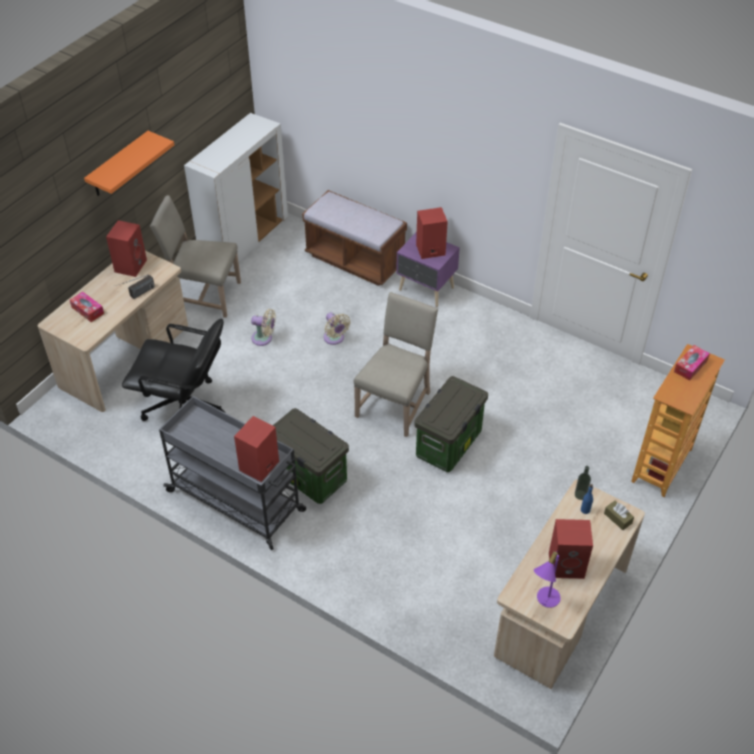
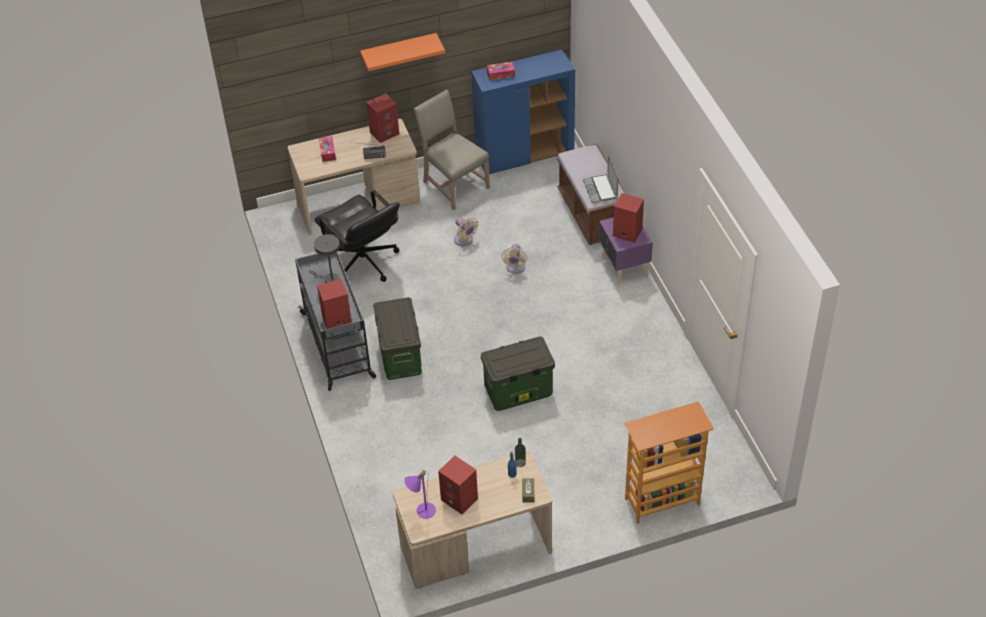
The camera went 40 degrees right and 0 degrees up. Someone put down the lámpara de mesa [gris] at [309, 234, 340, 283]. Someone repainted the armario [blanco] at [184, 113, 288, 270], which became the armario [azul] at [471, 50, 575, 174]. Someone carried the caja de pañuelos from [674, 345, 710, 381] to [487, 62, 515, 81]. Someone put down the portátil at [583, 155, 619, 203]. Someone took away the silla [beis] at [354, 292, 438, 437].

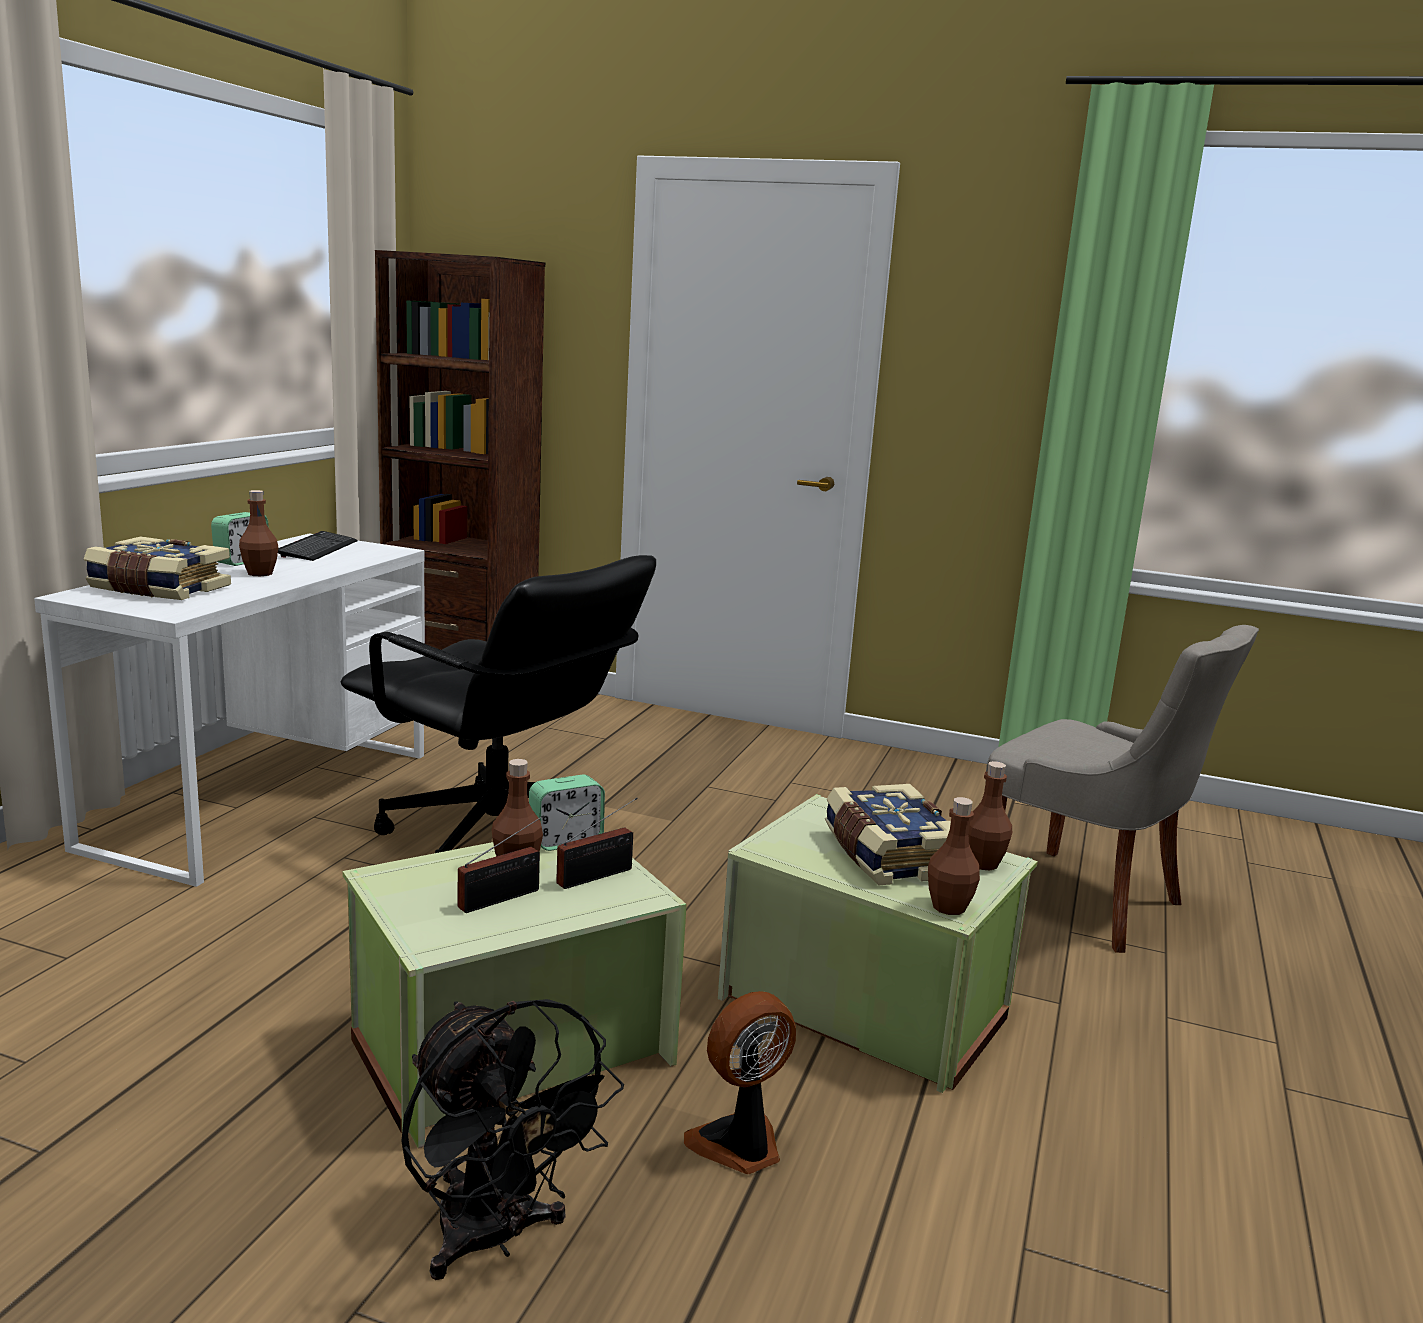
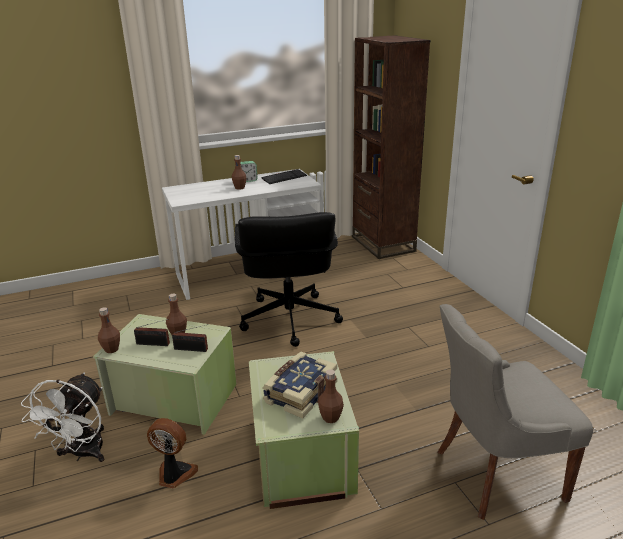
The camera went 50 degrees right and 10 degrees up. Someone repainted the ventilador [negro] at [401, 999, 624, 1280], which became the ventilador [blanco] at [21, 373, 104, 462]. Someone carried the botella [marrón] from [928, 797, 980, 915] to [98, 307, 120, 353]. Someone rotated the silla [gris] at [986, 625, 1259, 953] by 75 degrees clockwise. Someone took away the libro at [84, 536, 231, 600]. Someone took away the despertador at [529, 775, 605, 851].

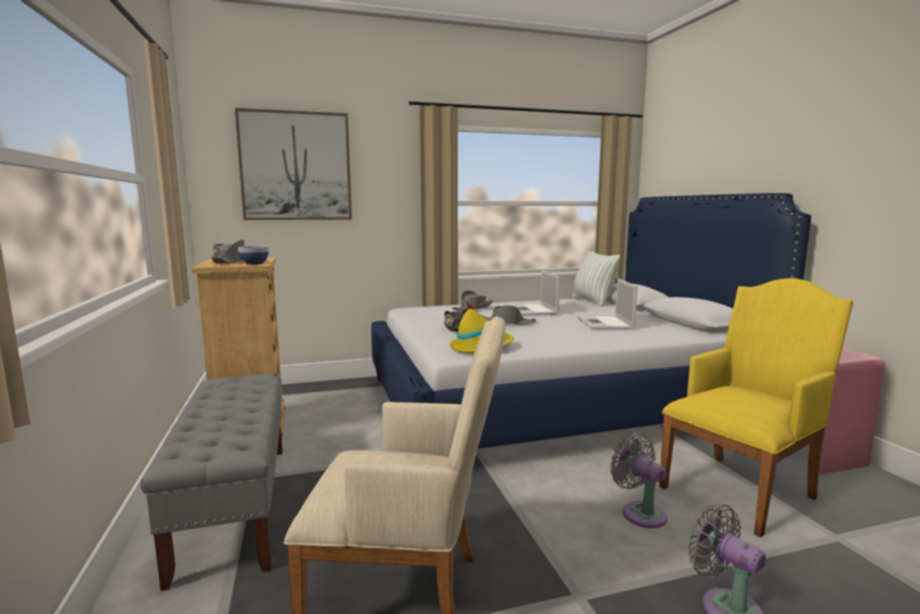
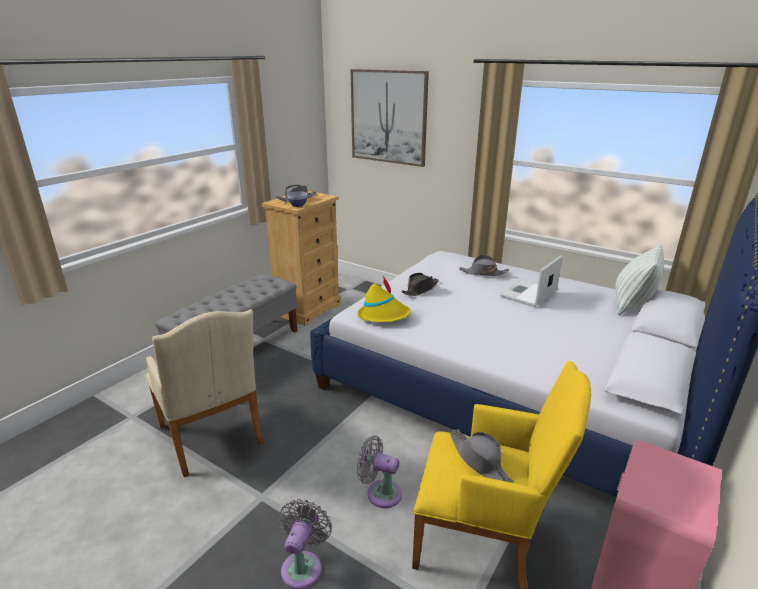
The camera went 50 degrees right and 15 degrees up. Someone rotated the ventilador [gris] at [610, 434, 667, 528] by 90 degrees counterclockwise. Someone carried the sombrero [gris] from [481, 306, 536, 325] to [450, 429, 514, 483]. Someone took away the portátil at [578, 278, 638, 330].

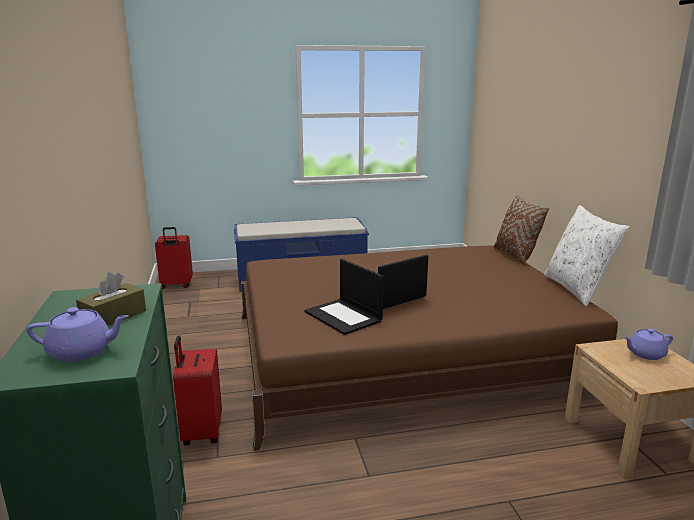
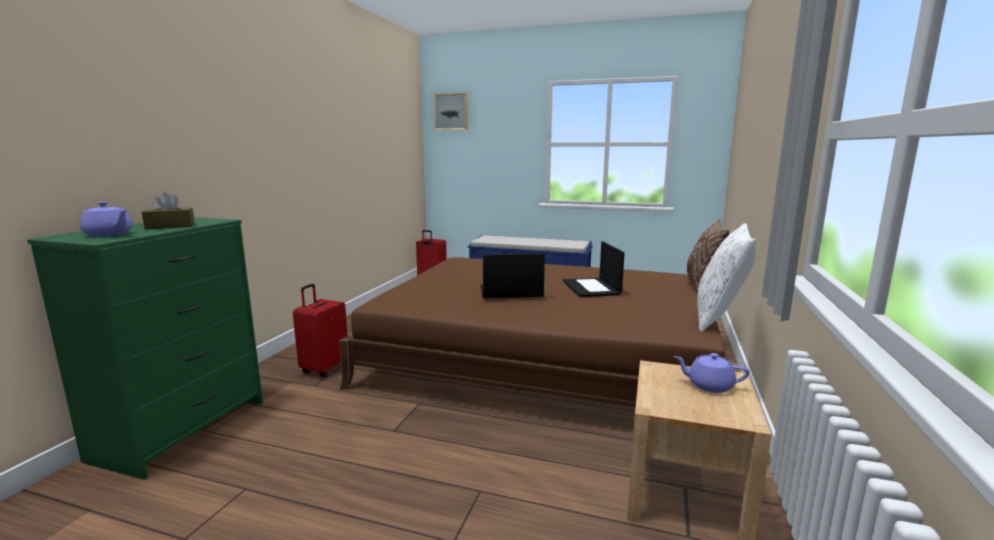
The camera went 30 degrees right and 5 degrees down. Someone put up the cuadro at [434, 93, 468, 130]. Someone carried the portátil from [305, 259, 384, 335] to [563, 241, 625, 297].

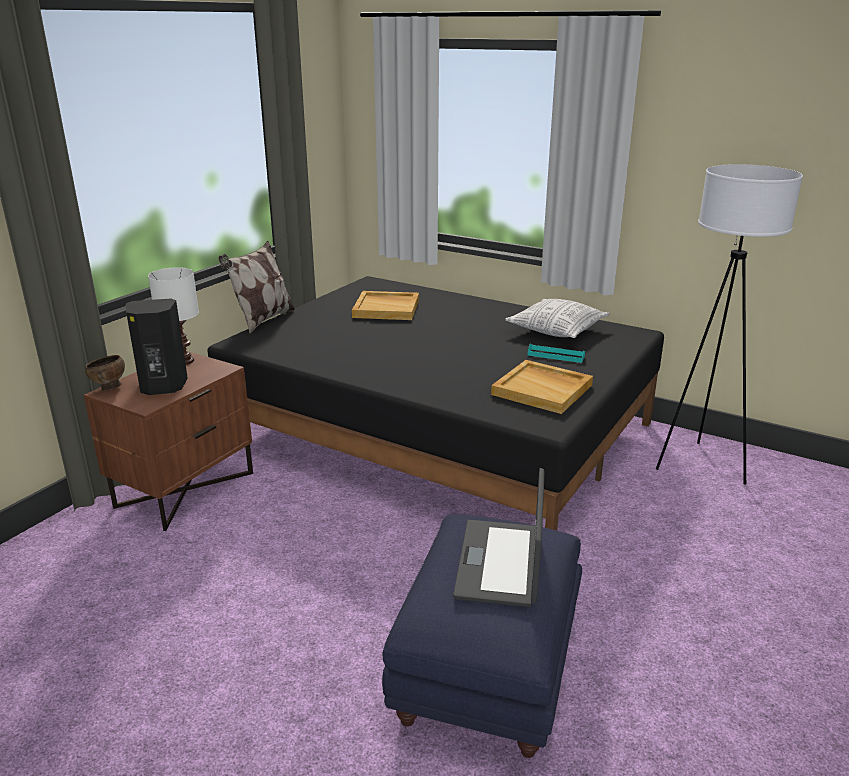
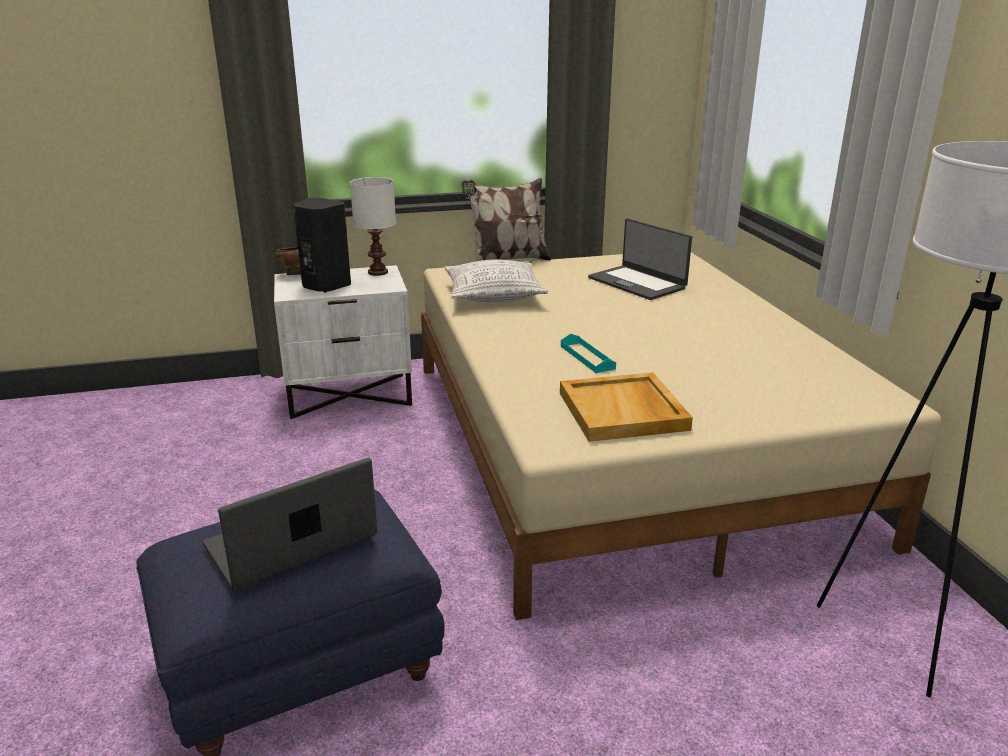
The camera went 45 degrees right and 0 degrees up. Someone repainted the mesita de noche [marrón] at [84, 351, 253, 531], which became the mesita de noche [blanco] at [274, 265, 412, 419]. Someone repainted the cama [negro] at [208, 276, 664, 530], which became the cama [beis] at [421, 252, 942, 620]. Someone carried the cojín from [505, 299, 610, 338] to [445, 259, 548, 302]. Someone carried the bandeja [turquesa] from [527, 344, 585, 363] to [561, 334, 616, 373]. Someone swapped the bandeja [beis] at [352, 291, 419, 320] for the portátil at [588, 218, 692, 300].

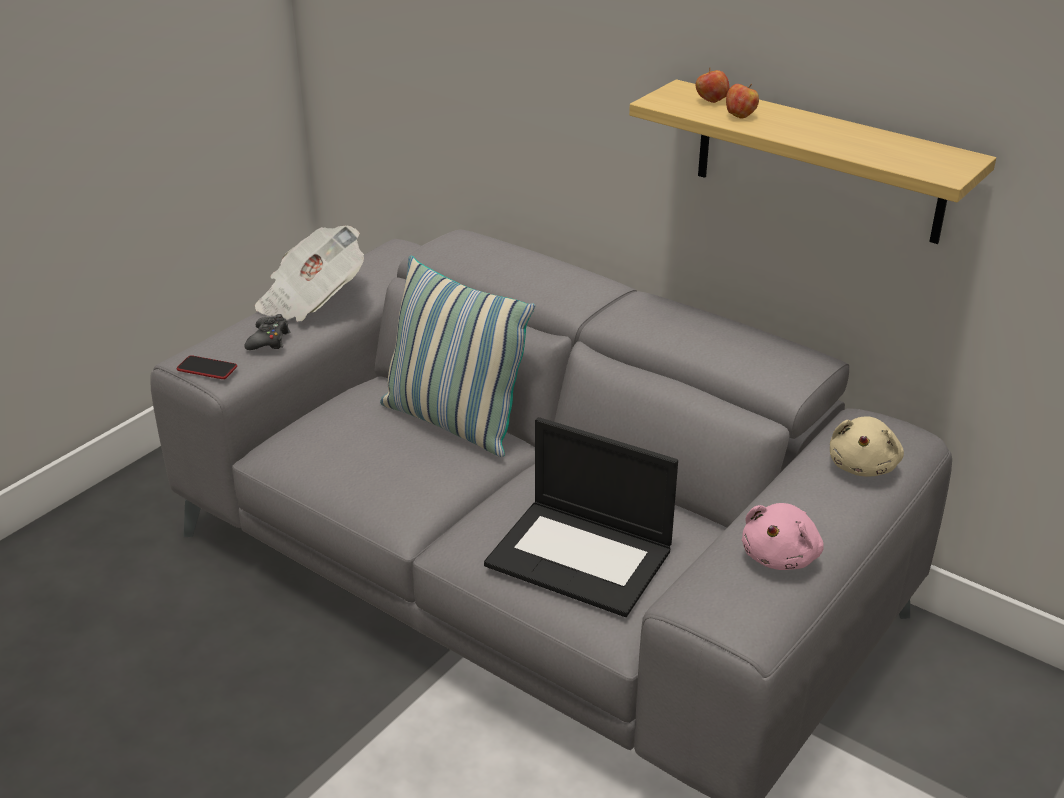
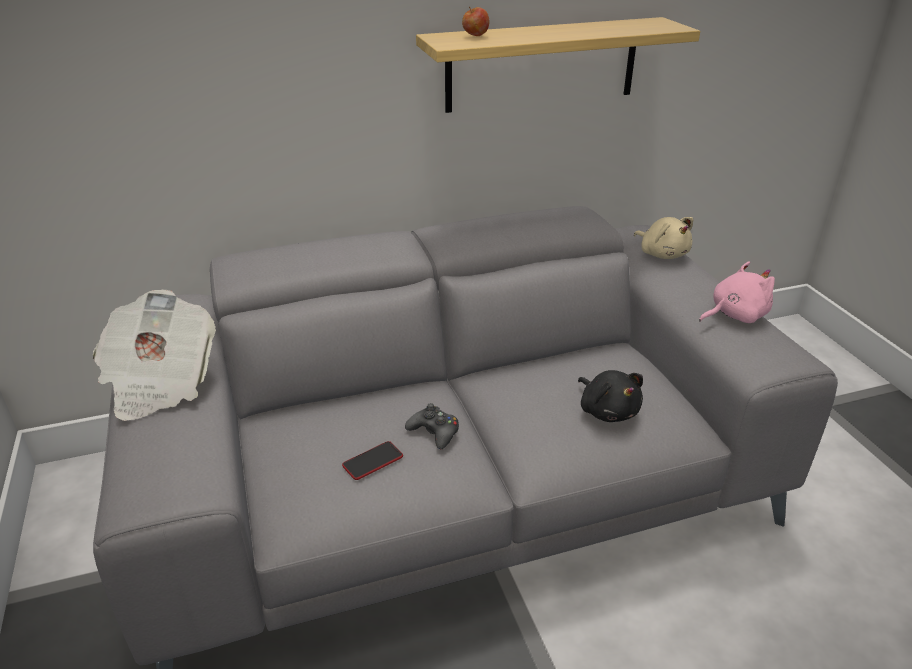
The camera went 55 degrees left and 0 degrees up. Someone carried the móvil from [177, 355, 237, 379] to [342, 441, 403, 480]. Someone carried the mando de consola [negro] from [244, 314, 290, 350] to [405, 403, 459, 449]. Someone swapped the portátil at [484, 417, 678, 617] for the peluche [negro] at [578, 370, 643, 422]. Someone rotated the peluche [rosa] at [742, 503, 824, 570] by 90 degrees counterclockwise. Someone took away the cojín at [380, 256, 535, 457]. Someone took away the manzana at [726, 84, 759, 119].

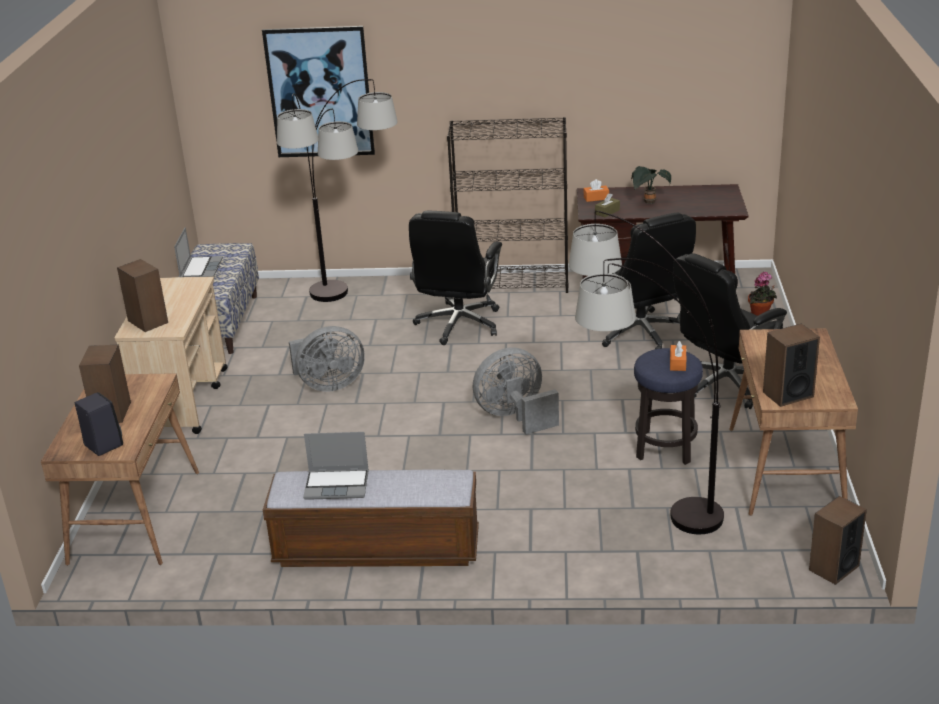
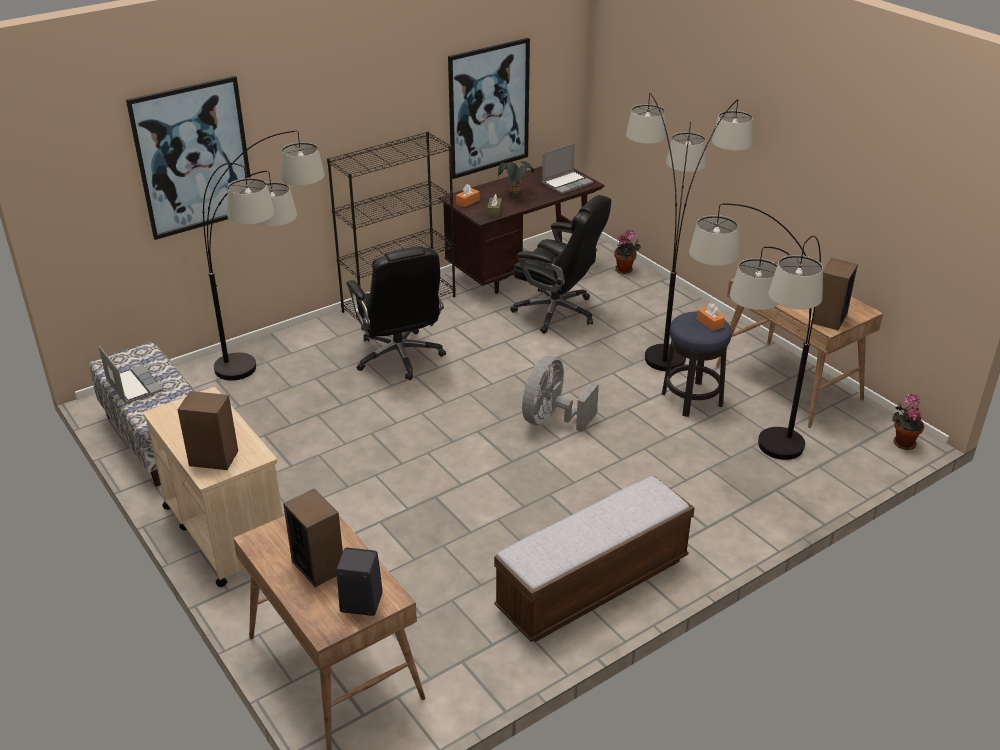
The camera went 40 degrees left and 5 degrees up. Someone put up the cuadro at [448, 38, 530, 179]. Someone carried the portátil from [303, 432, 369, 500] to [542, 143, 593, 194]. Someone swapped the silla de oficina [negro] at [673, 253, 787, 409] for the lámpara de pie at [626, 93, 753, 371]. Someone swapped the altavoz at [809, 496, 867, 585] for the planta en maceta at [892, 394, 924, 450]. Someone took away the ventilador [gris] at [289, 326, 365, 392].

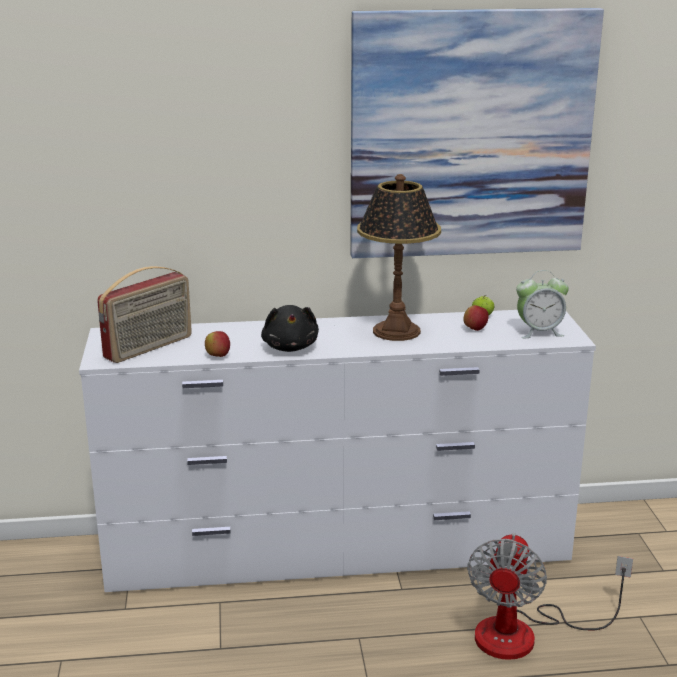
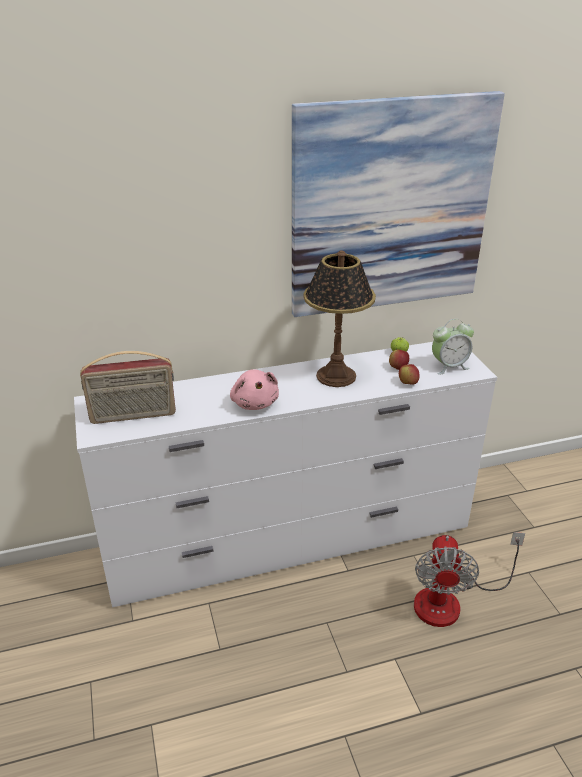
The camera went 10 degrees left and 10 degrees up. Someone rotated the radio at [97, 266, 192, 363] by 45 degrees clockwise. Someone repainted the peluche [negro] at [261, 305, 319, 352], which became the peluche [rosa] at [230, 369, 279, 410]. Someone carried the manzana from [205, 331, 230, 357] to [399, 364, 420, 384].

